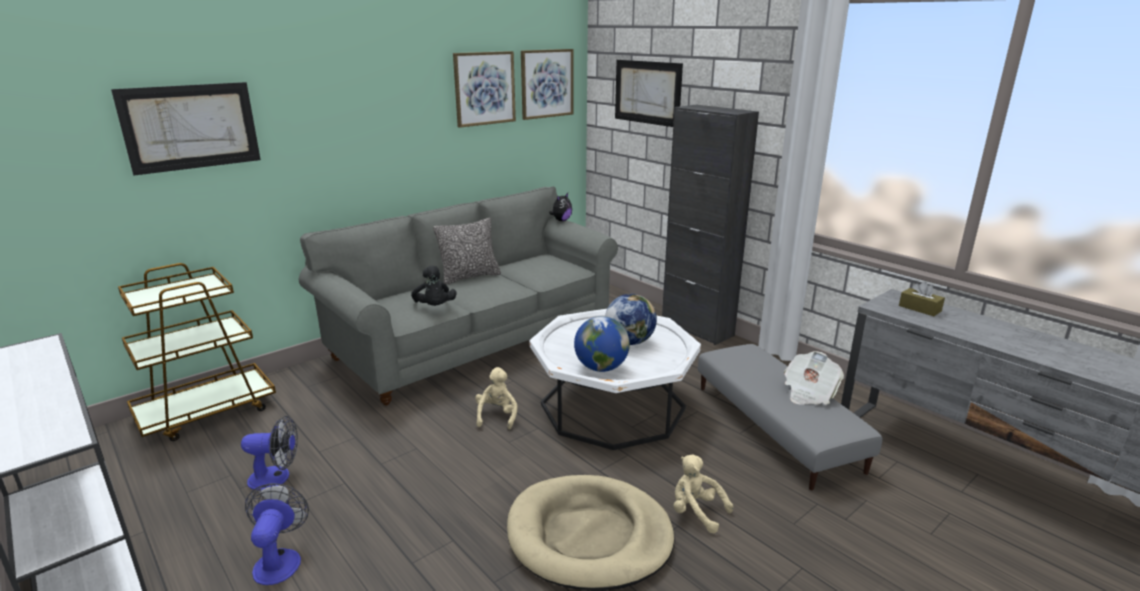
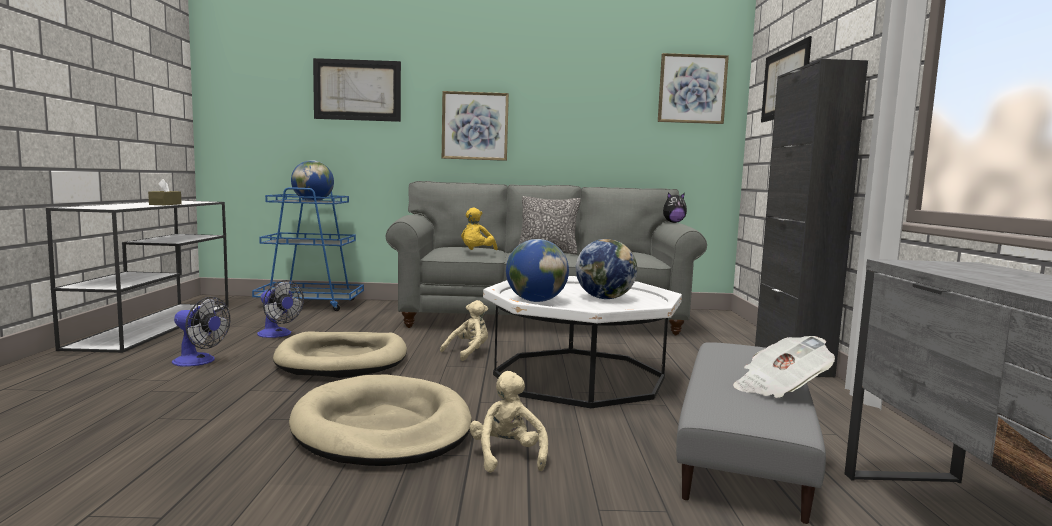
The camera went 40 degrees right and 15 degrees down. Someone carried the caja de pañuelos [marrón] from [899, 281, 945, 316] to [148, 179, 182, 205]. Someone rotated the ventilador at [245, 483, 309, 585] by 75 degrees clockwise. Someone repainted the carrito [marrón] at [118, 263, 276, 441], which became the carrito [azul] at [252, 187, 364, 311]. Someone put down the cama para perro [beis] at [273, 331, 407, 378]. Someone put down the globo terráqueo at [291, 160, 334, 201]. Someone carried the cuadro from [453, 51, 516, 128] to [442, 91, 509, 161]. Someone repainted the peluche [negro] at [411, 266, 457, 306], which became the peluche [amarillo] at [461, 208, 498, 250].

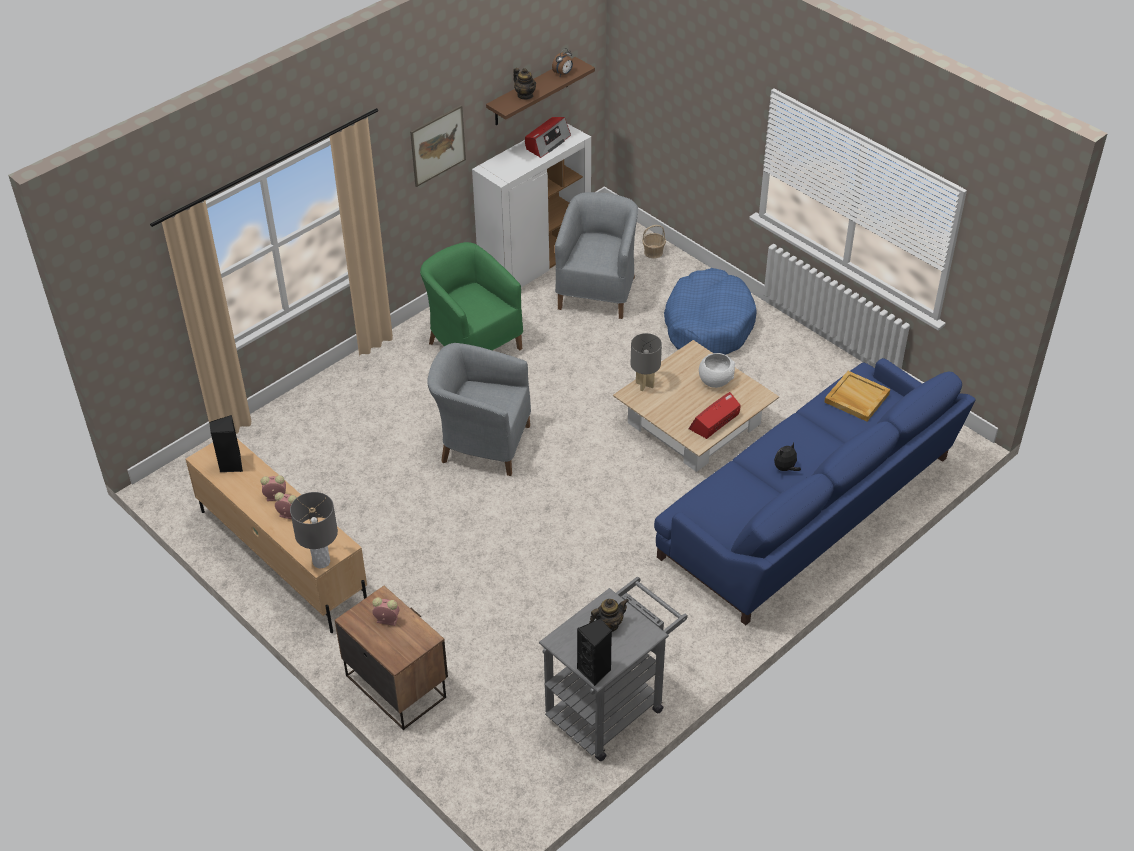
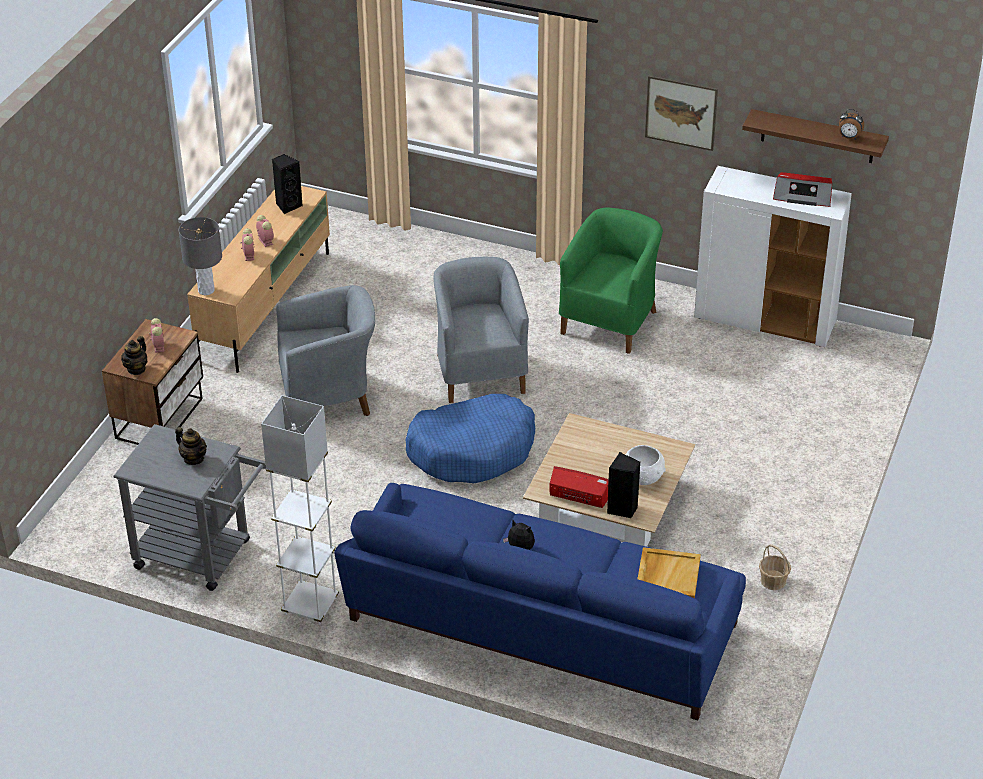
The camera went 65 degrees right and 5 degrees down. Someone carried the tetera from [513, 68, 536, 100] to [121, 336, 147, 375]. Someone put down the lámpara de pie [blanco] at [261, 395, 339, 625]. Someone carried the sillón [gris] from [555, 192, 638, 319] to [276, 285, 375, 416]. Someone carried the cama para perro [azul] from [664, 268, 757, 355] to [405, 394, 535, 483]. Someone carried the altavoz [negro] from [577, 619, 612, 686] to [607, 452, 640, 518]. Someone carried the cesta from [642, 225, 666, 259] to [759, 544, 791, 590]. Someone took away the lámpara de mesa [gris] at [631, 333, 662, 391].

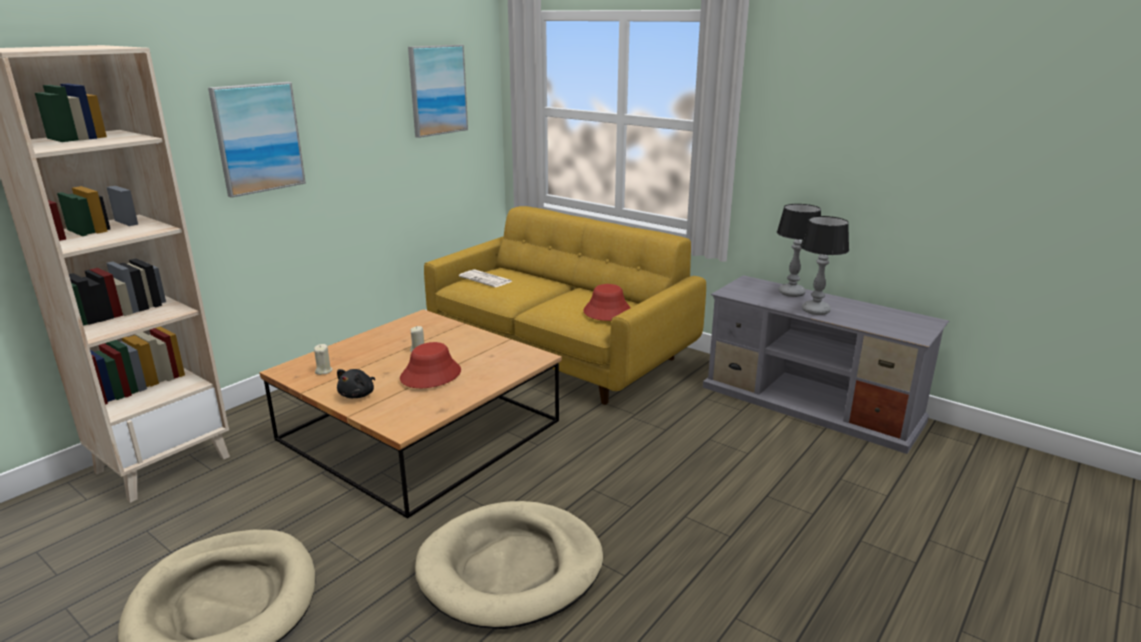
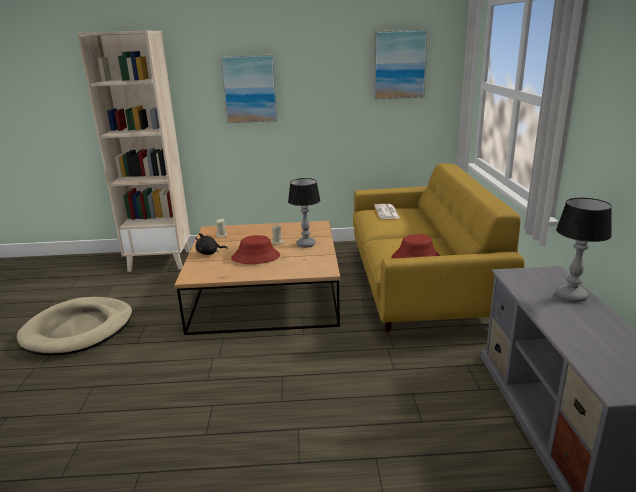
The camera went 50 degrees right and 0 degrees up. Someone carried the lámpara de mesa from [801, 216, 849, 315] to [288, 178, 320, 248]. Someone took away the cama para perro [beis] at [415, 501, 603, 629].

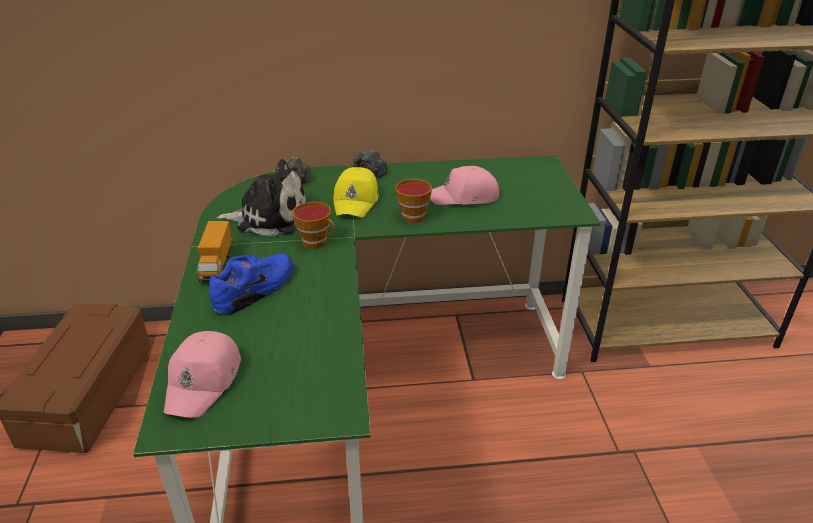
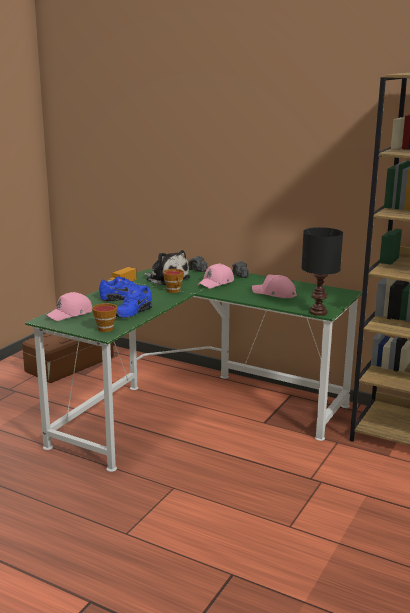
The camera went 35 degrees right and 15 degrees down. Someone carried the taza from [395, 179, 432, 223] to [92, 303, 117, 332]. Someone put down the zapato [azul] at [116, 286, 152, 318]. Someone repainted the gorra [amarillo] at [333, 167, 379, 217], which became the gorra [rosa] at [198, 263, 234, 289]. Someone put down the lámpara de mesa [negro] at [302, 227, 343, 316].

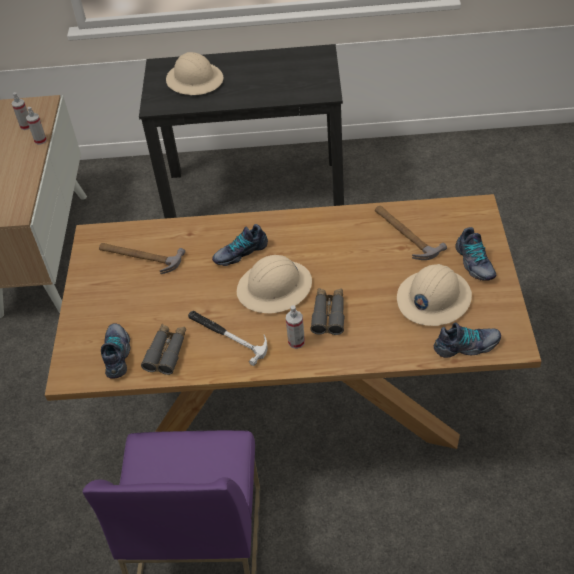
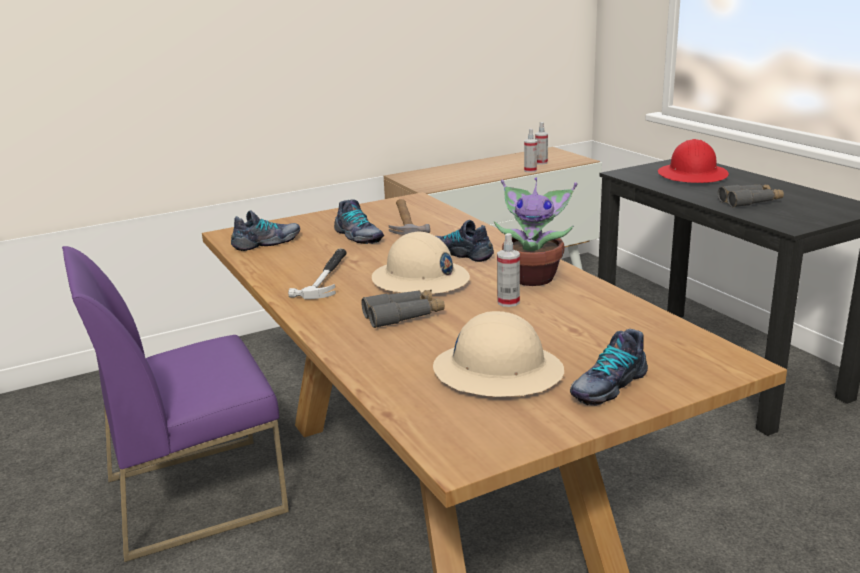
The camera went 60 degrees right and 25 degrees down. Someone carried the zapato from [434, 323, 501, 358] to [334, 200, 384, 244]. Someone put down the planta en maceta at [494, 178, 577, 286]. Someone carried the pulverizador from [286, 305, 305, 349] to [497, 233, 520, 307]. Someone repainted the casco [beis] at [166, 52, 223, 95], which became the casco [rojo] at [658, 139, 729, 183]. Someone carried the prismáticos [gris] from [141, 324, 186, 375] to [717, 184, 784, 207]. Someone took away the martillo at [375, 206, 447, 260].

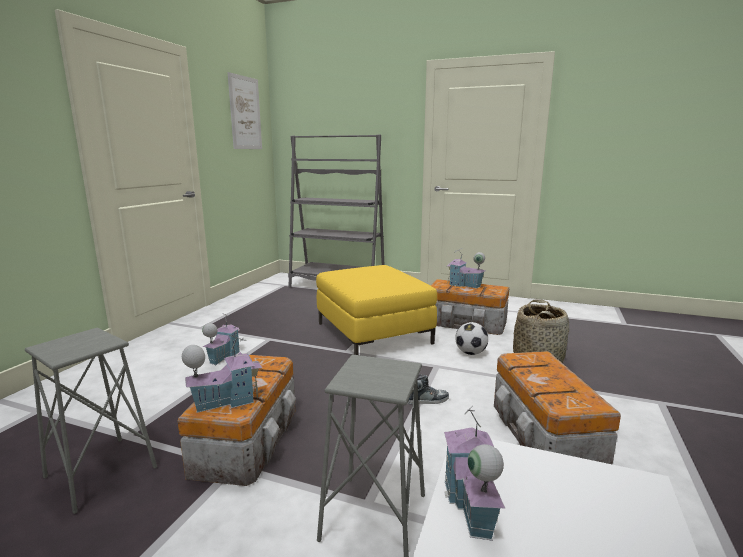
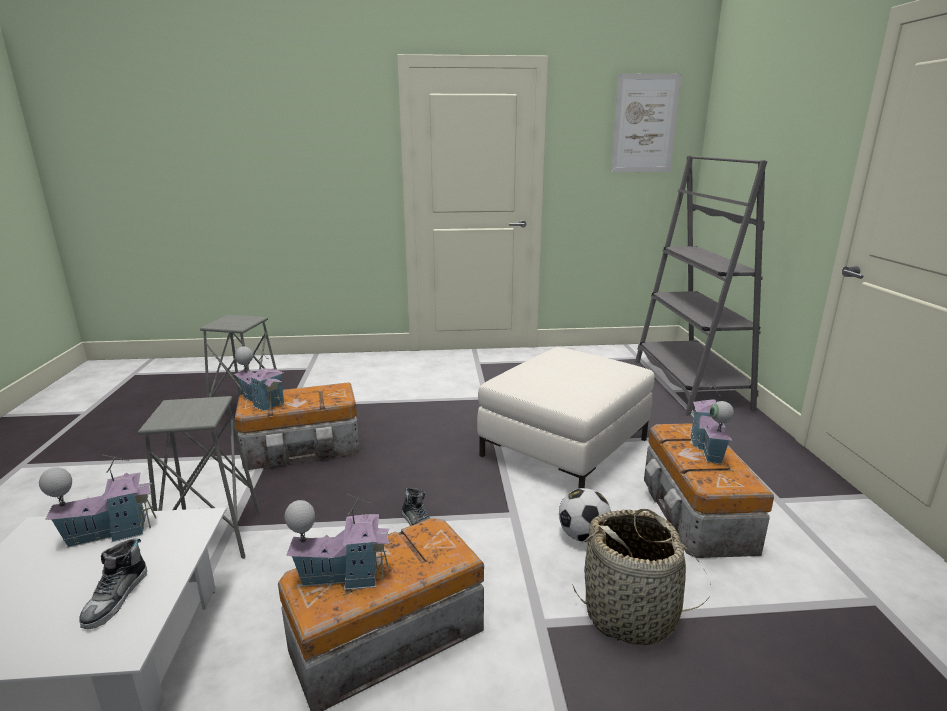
The camera went 65 degrees right and 5 degrees up. Someone put down the zapato at [79, 538, 147, 629]. Someone carried the casita from [202, 313, 240, 365] to [285, 494, 390, 590]. Someone repainted the puf [amarillo] at [316, 265, 437, 355], which became the puf [blanco] at [477, 347, 655, 489].

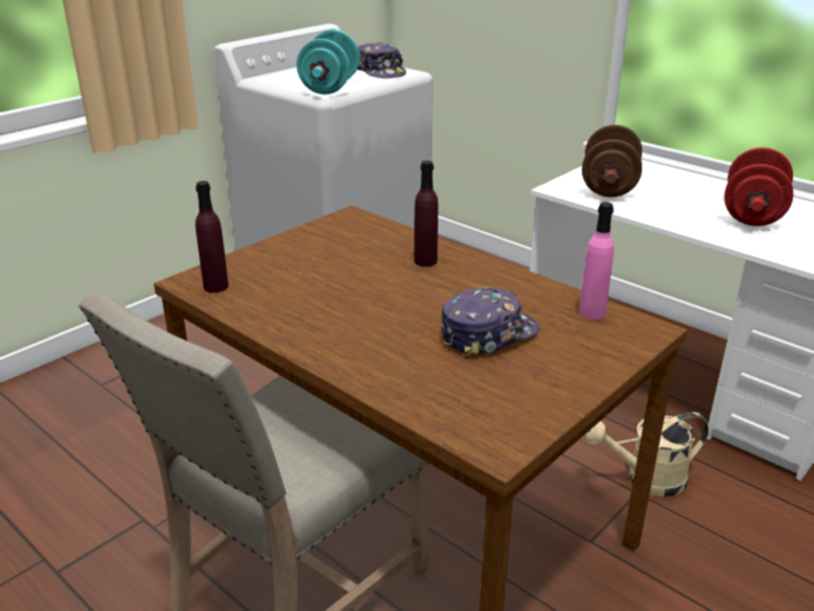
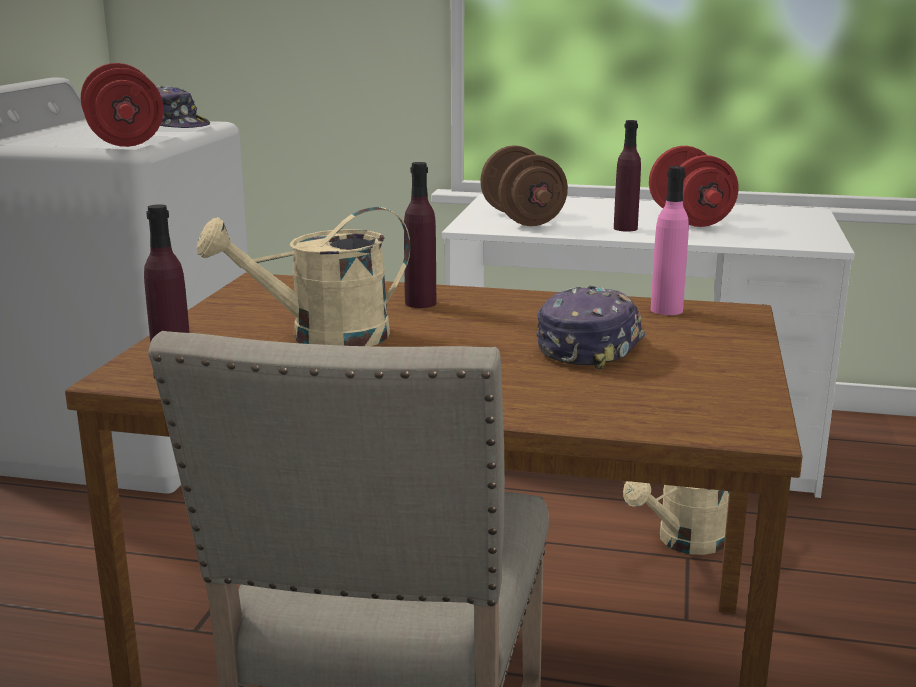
The camera went 30 degrees left and 10 degrees down. Someone repainted the mancuerna [turquesa] at [296, 30, 360, 94], which became the mancuerna [rojo] at [81, 63, 164, 147]. Someone put down the regadera [beis] at [197, 207, 410, 346]. Someone put down the botella [morado] at [614, 120, 641, 232].

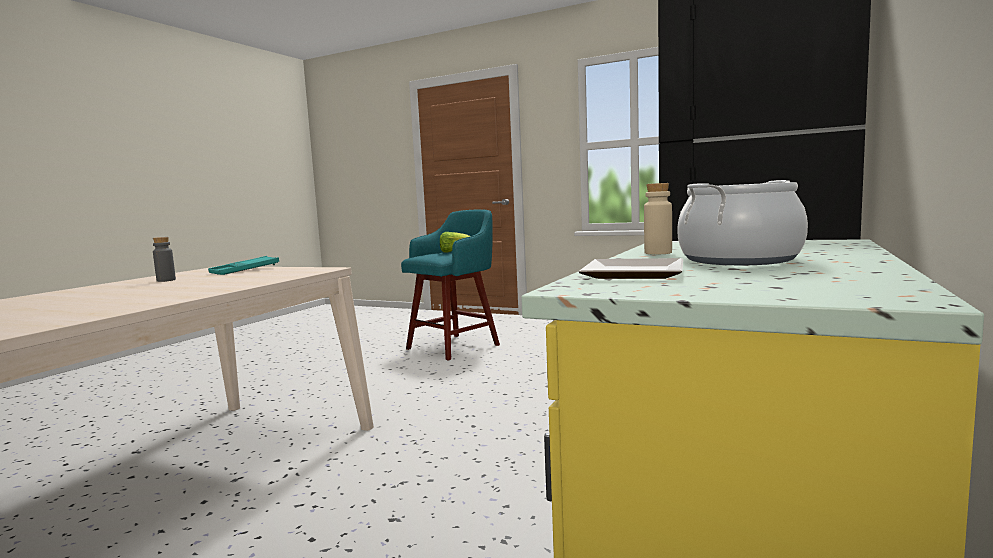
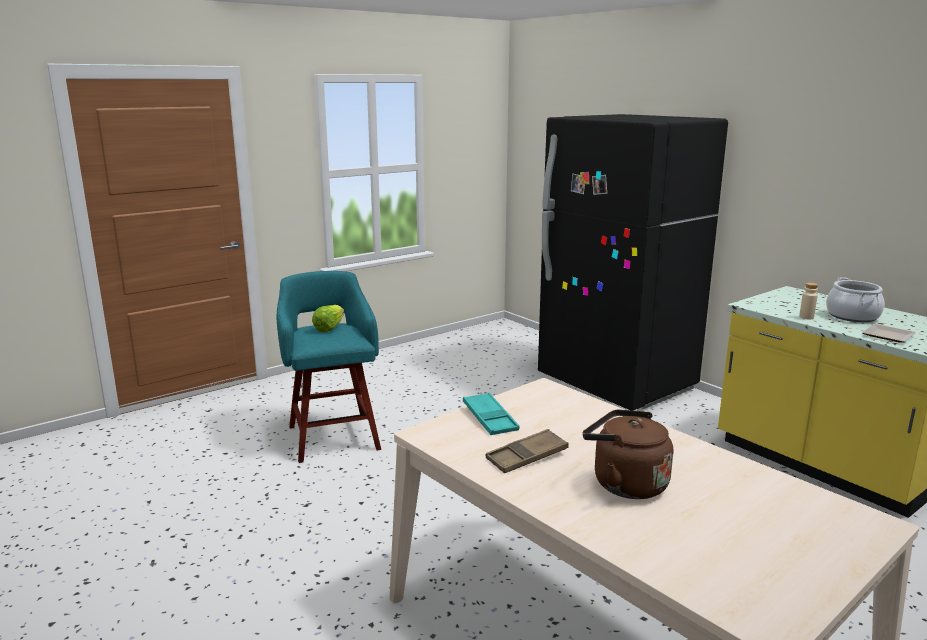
The camera went 65 degrees left and 10 degrees up. Someone swapped the botella [gris] at [153, 237, 176, 282] for the bandeja [marrón] at [486, 429, 569, 473]. Someone put down the hervidor [marrón] at [583, 410, 673, 499].

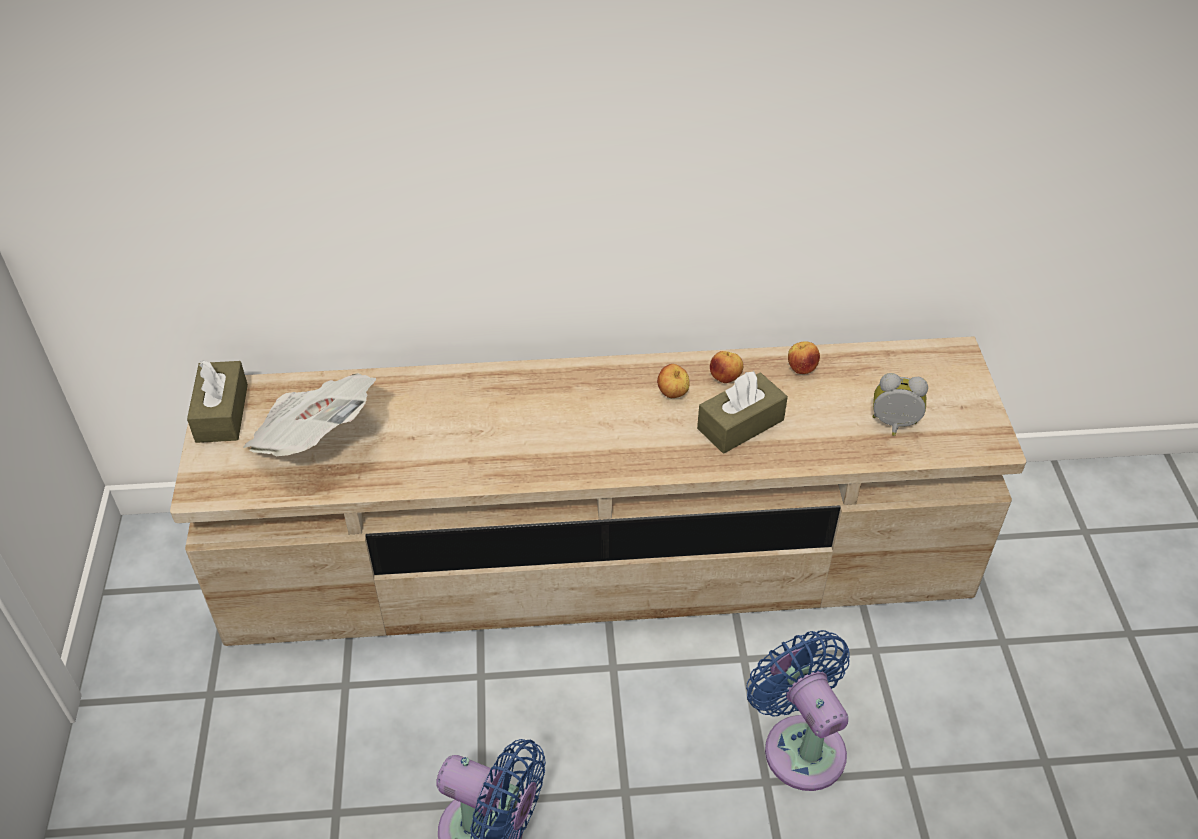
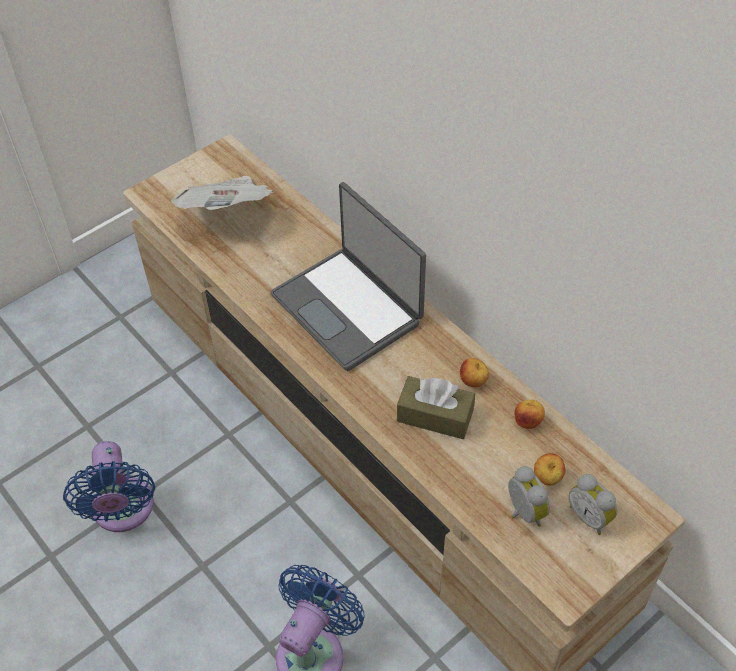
The camera went 55 degrees right and 5 degrees up. Someone put down the portátil at [271, 182, 426, 371]. Someone carried the manzana from [657, 364, 689, 398] to [534, 453, 565, 486]. Someone put down the despertador at [568, 474, 617, 535]. Someone took away the caja de pañuelos [marrón] at [187, 360, 248, 443].

